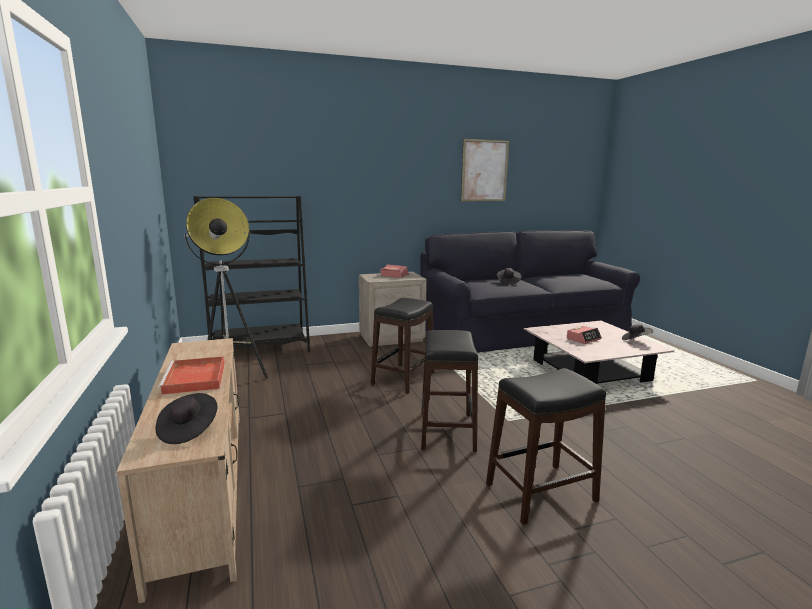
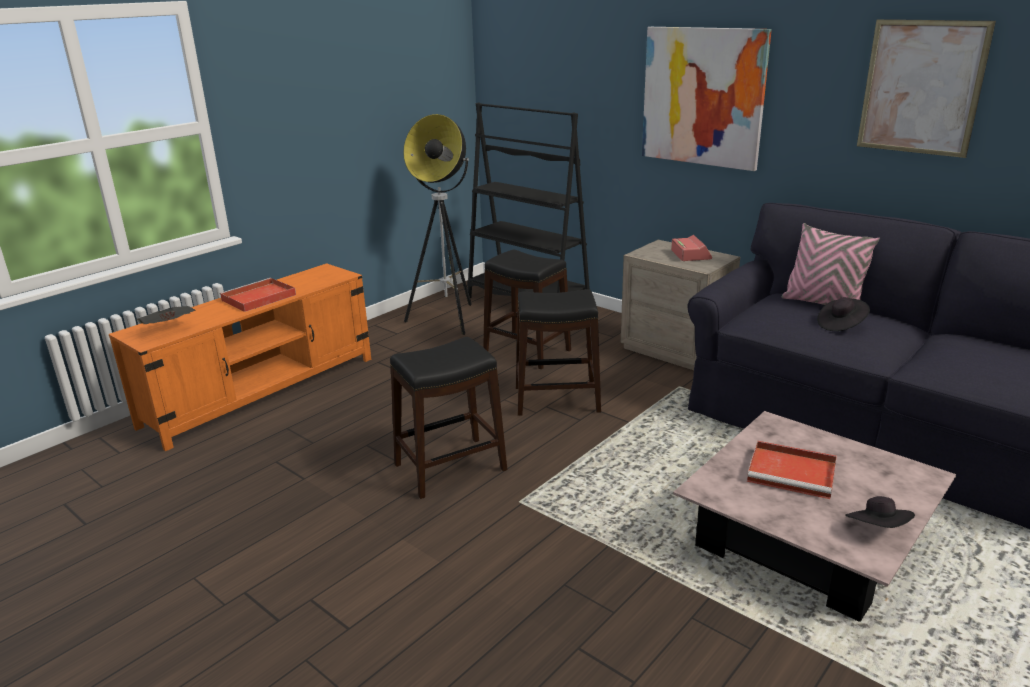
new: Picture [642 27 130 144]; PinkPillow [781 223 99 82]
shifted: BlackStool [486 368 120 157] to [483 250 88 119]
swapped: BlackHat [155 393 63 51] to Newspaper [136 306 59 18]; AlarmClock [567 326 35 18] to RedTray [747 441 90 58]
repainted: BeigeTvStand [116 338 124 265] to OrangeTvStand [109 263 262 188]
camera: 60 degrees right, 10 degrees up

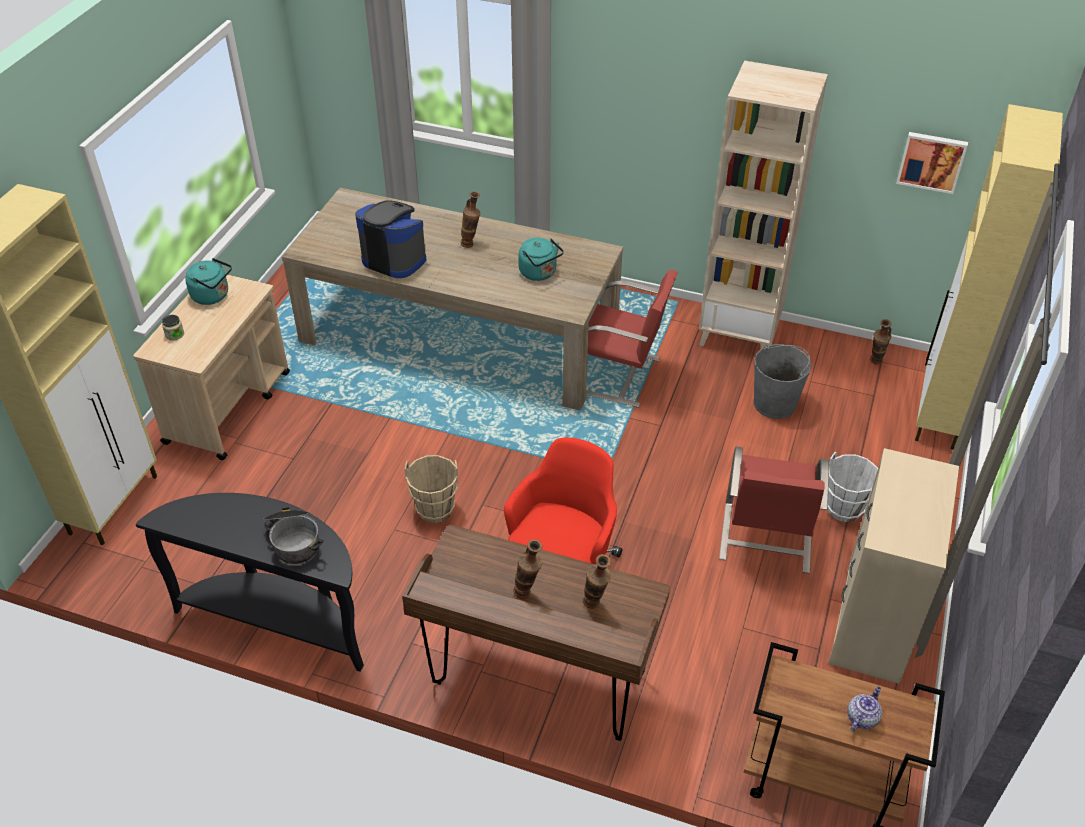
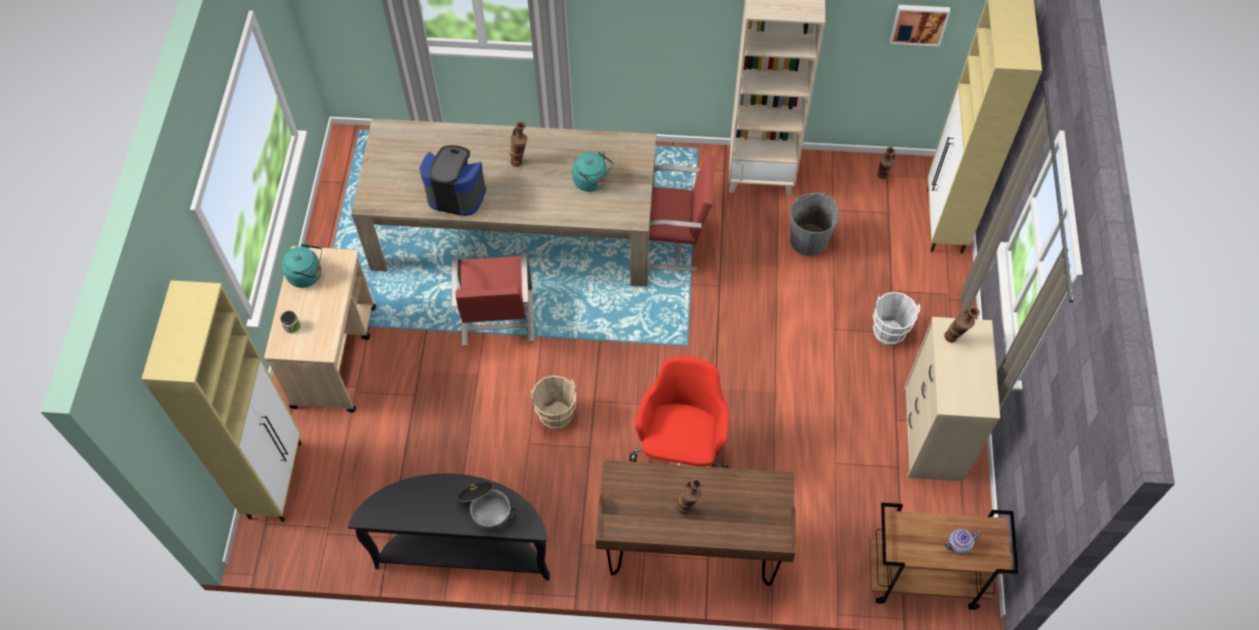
shifted: Vase [583 554 28 55] to [944 306 36 37]; RedChair [719 446 110 128] to [451 253 83 93]
rotated: Teapot [847 686 35 46] = [944 529 36 25] 135 degrees counterclockwise
camera: 15 degrees left, 15 degrees up

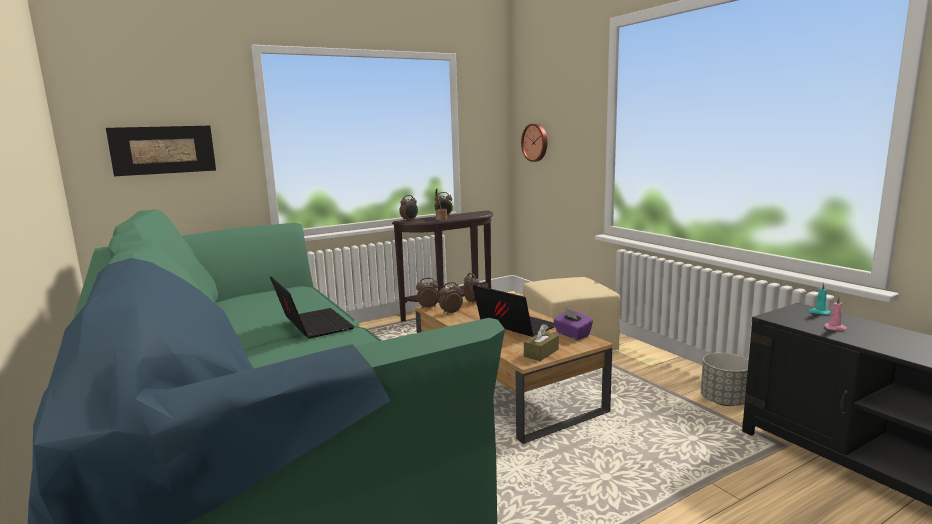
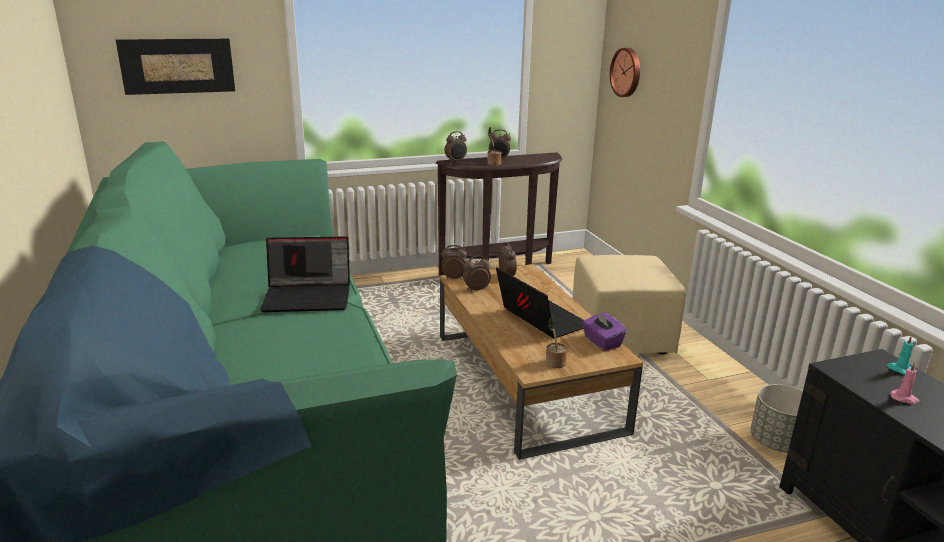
swapped: BrownTissueBox [524 324 35 37] to PottedPlant [546 317 21 51]
rotated: Laptop [270 277 85 61] = [260 236 90 76] 105 degrees clockwise
camera: 10 degrees right, 10 degrees up

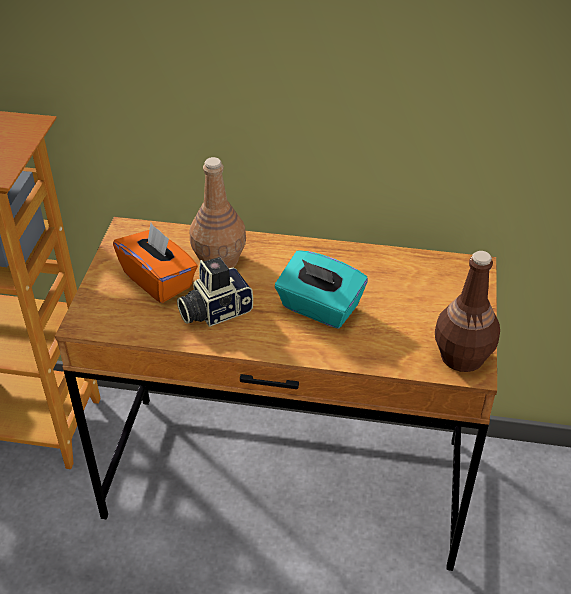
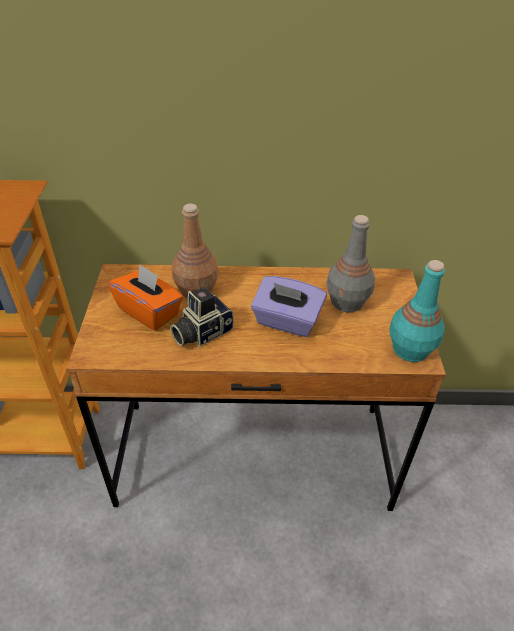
new: GreyBottle [326 215 49 97]
repainted: TurquoiseTissueBox [275 250 93 79] to PurpleTissueBox [251 276 76 61]; BrownBottle [435 251 65 121] to TurquoiseBottle [389 260 56 102]
camera: 10 degrees left, 0 degrees up

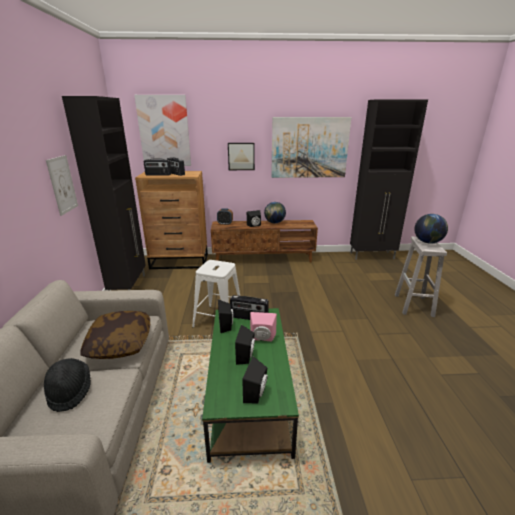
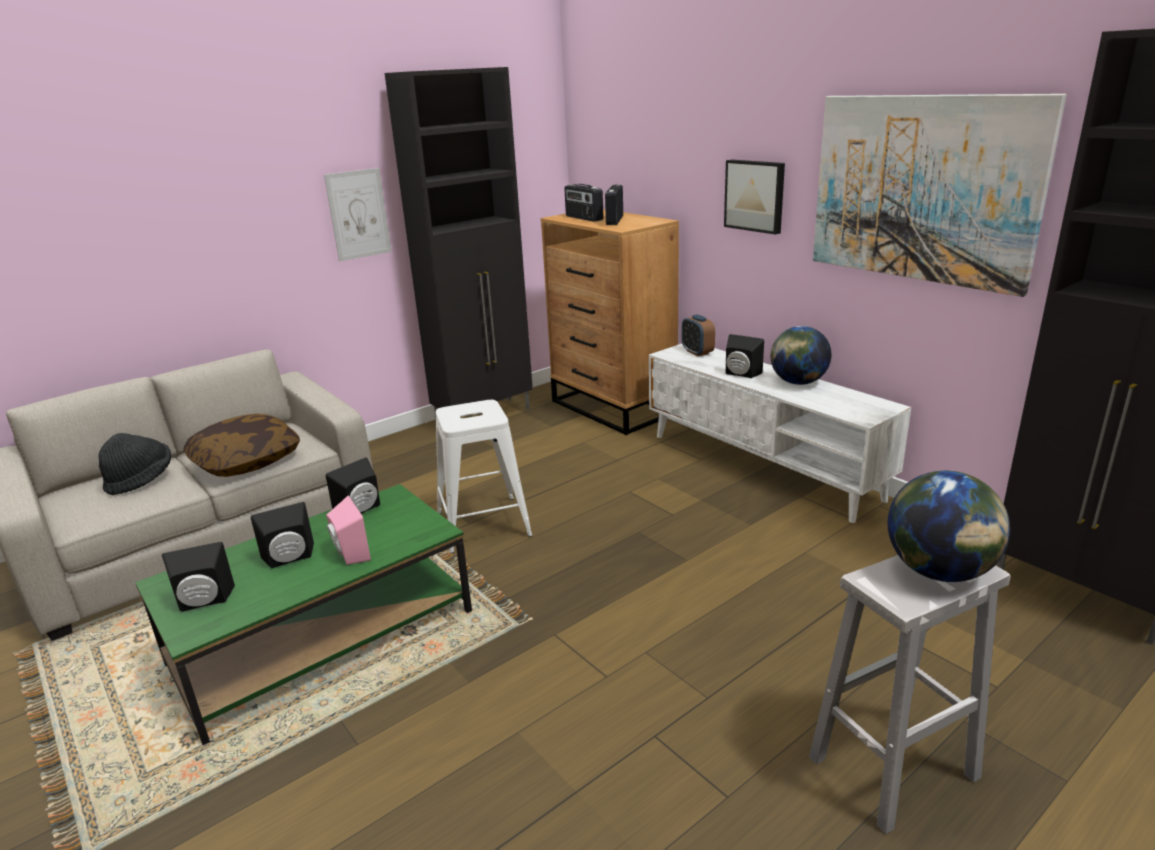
gone: Picture [134 95 57 71]; Radio [230 295 39 25]
repainted: BrownTvStand [211 220 107 43] to WhiteTvStand [649 344 262 179]
camera: 55 degrees right, 0 degrees up

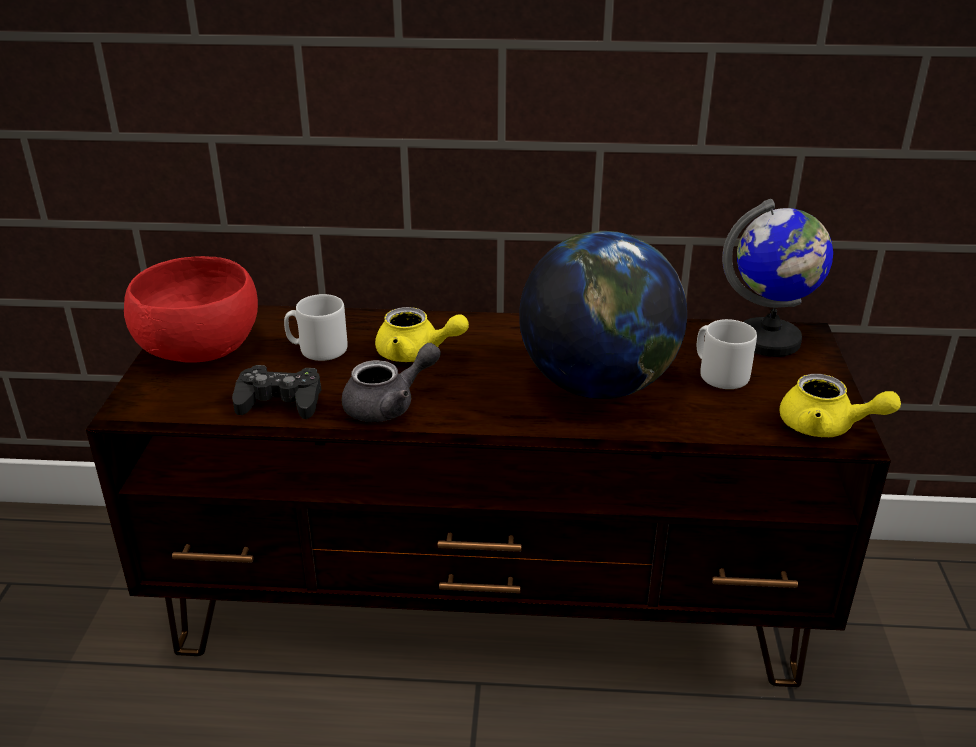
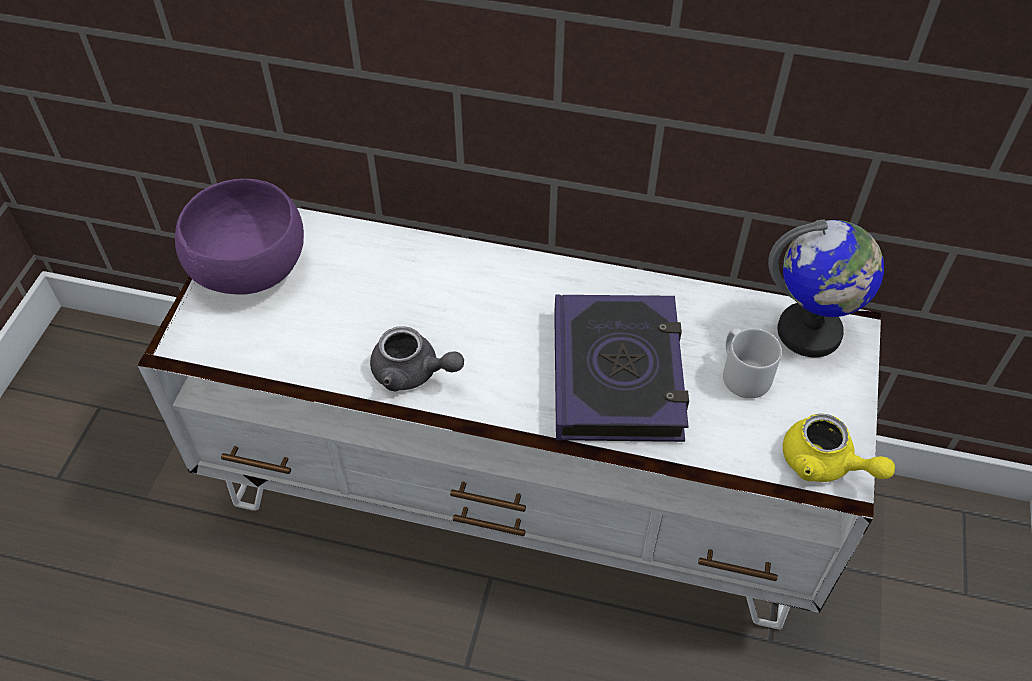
gone: BlackGameController [232 365 89 54]; GreyMug [284 294 64 67]; YellowTeapot [375 307 94 55]
swapped: Globe [519 231 168 168] to Book [554 295 135 147]
repainted: BrownTvStand [86 305 805 382] to WhiteTvStand [138 208 743 422]; RedBowl [124 256 134 106] to PurpleBowl [175 179 129 116]
rotated: GreyTeapot [341 343 100 79] = [370 326 94 65] 45 degrees clockwise
camera: 10 degrees right, 20 degrees up

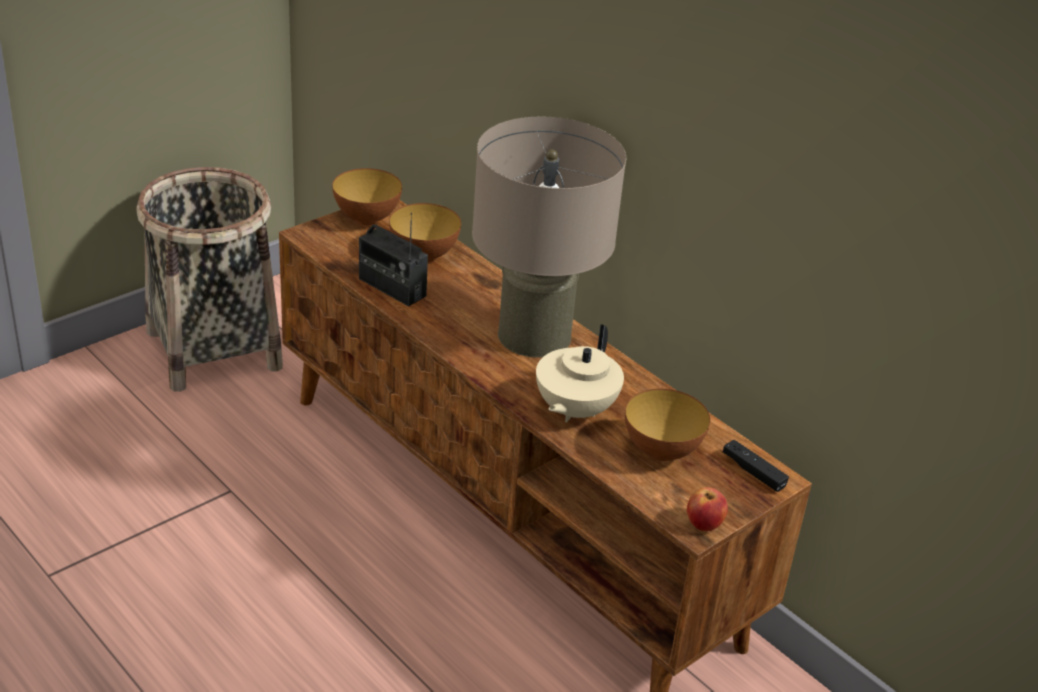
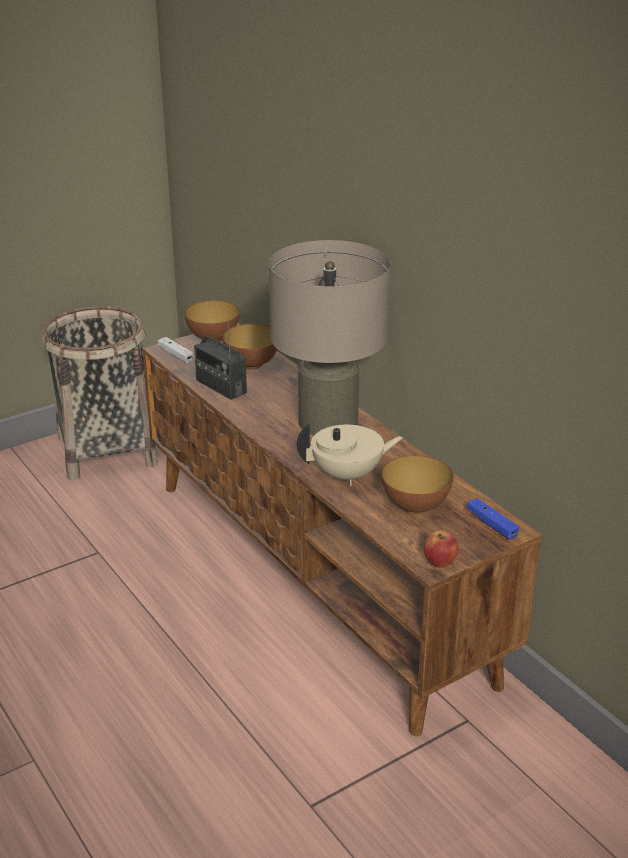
new: WhiteGameController [158 337 36 26]
repainted: BlackGameController [723 440 66 52] to BlueGameController [467 498 52 42]
rotated: BeigeTeapot [536 324 88 99] = [297 424 106 62] 135 degrees counterclockwise
camera: 10 degrees right, 5 degrees down

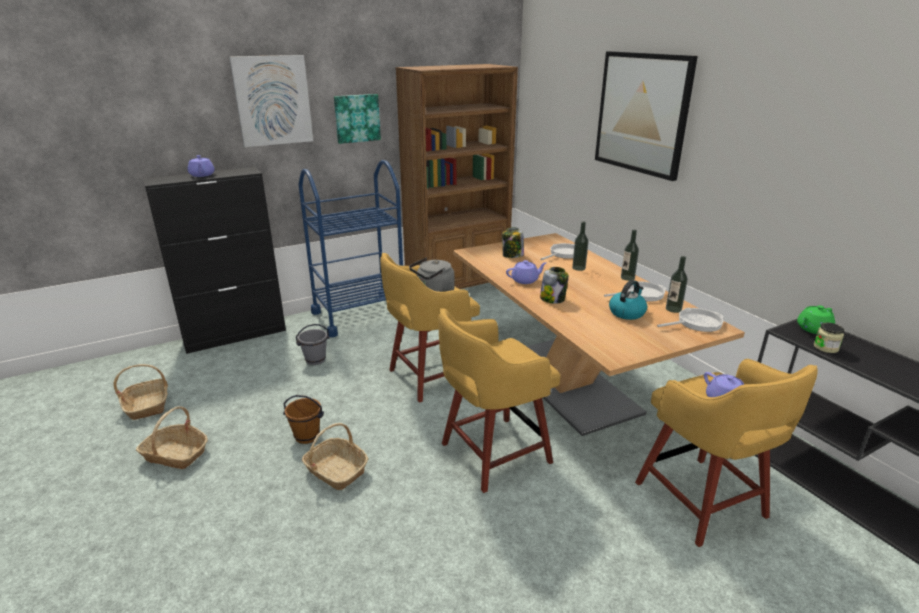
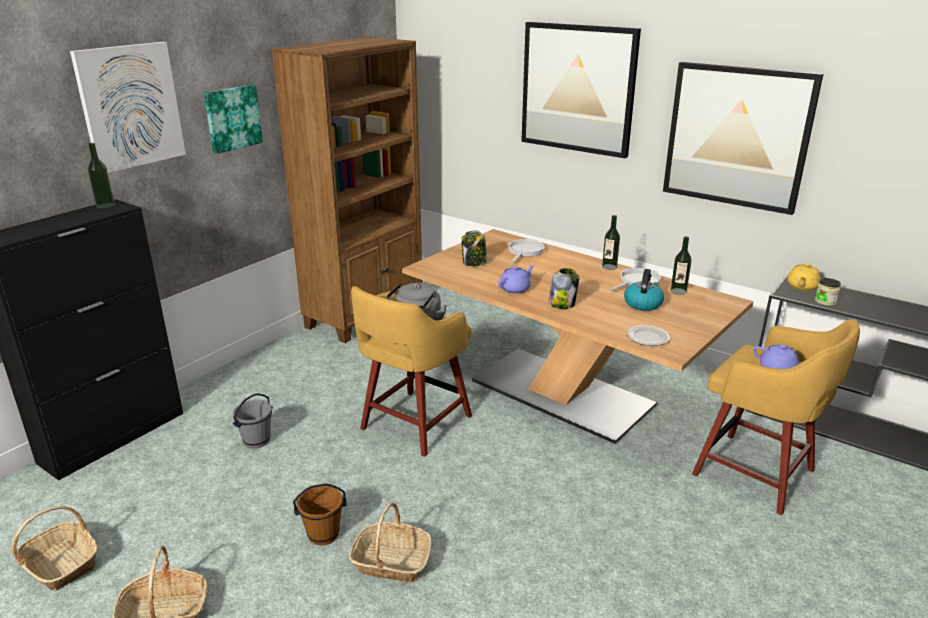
gone: PurpleTeapot [188 155 27 22]; BlueCart [298 160 105 177]; YellowStool [438 308 122 185]; FryingPan [657 308 67 24]
new: Plate [627 325 43 21]; Picture [663 62 160 153]
shifted: Bottle [572 221 16 50] to [88 143 27 66]
repainted: GreenTeapot [797 305 38 29] to YellowTeapot [787 263 34 28]
camera: 25 degrees left, 0 degrees up

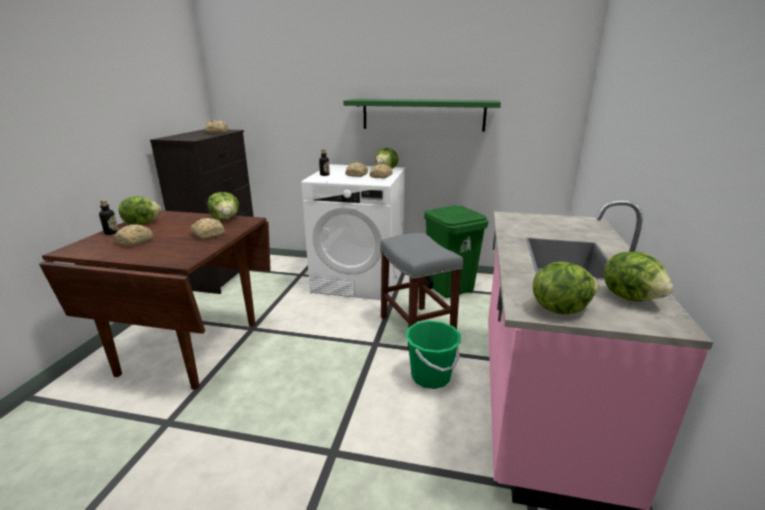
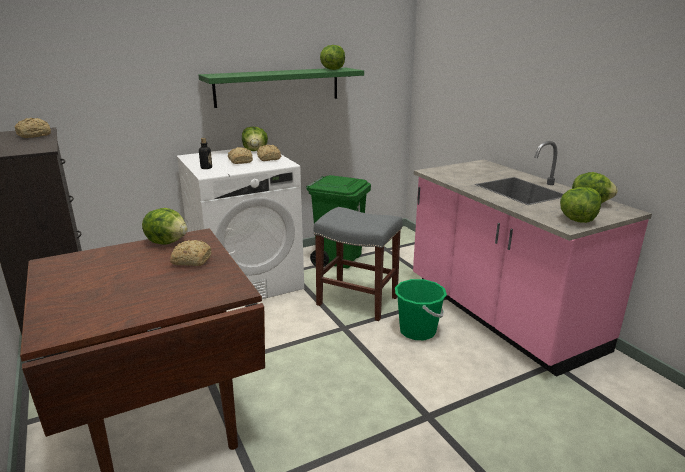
gone: Bottle [99 200 20 35]; Bread [114 224 40 22]
shifted: Lettuce [119 196 42 29] to [320 45 25 25]
camera: 40 degrees left, 0 degrees up

